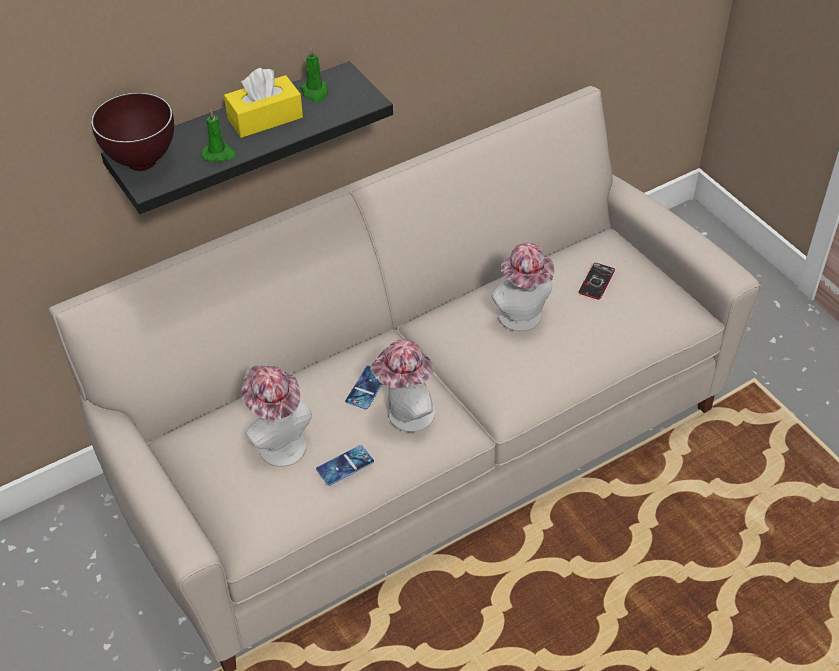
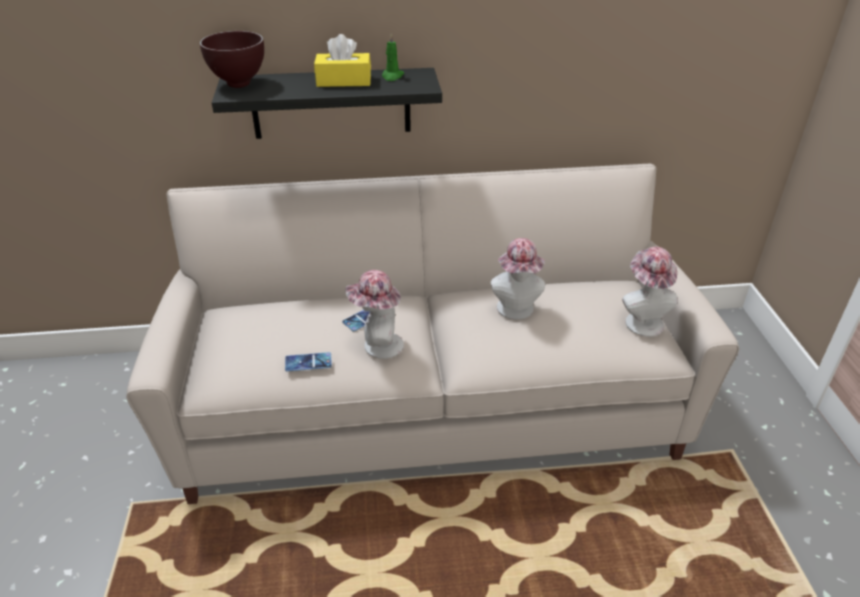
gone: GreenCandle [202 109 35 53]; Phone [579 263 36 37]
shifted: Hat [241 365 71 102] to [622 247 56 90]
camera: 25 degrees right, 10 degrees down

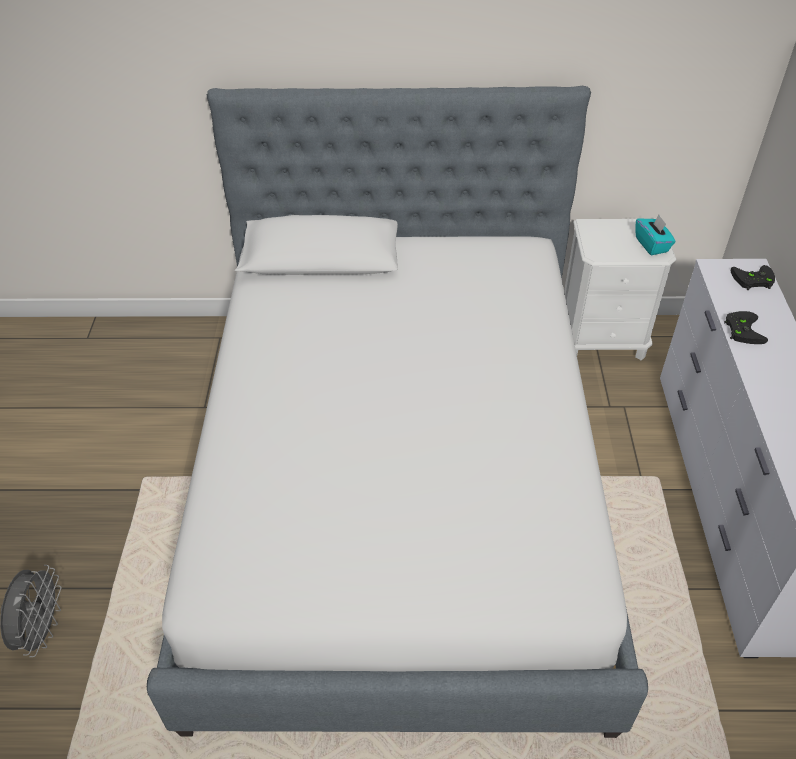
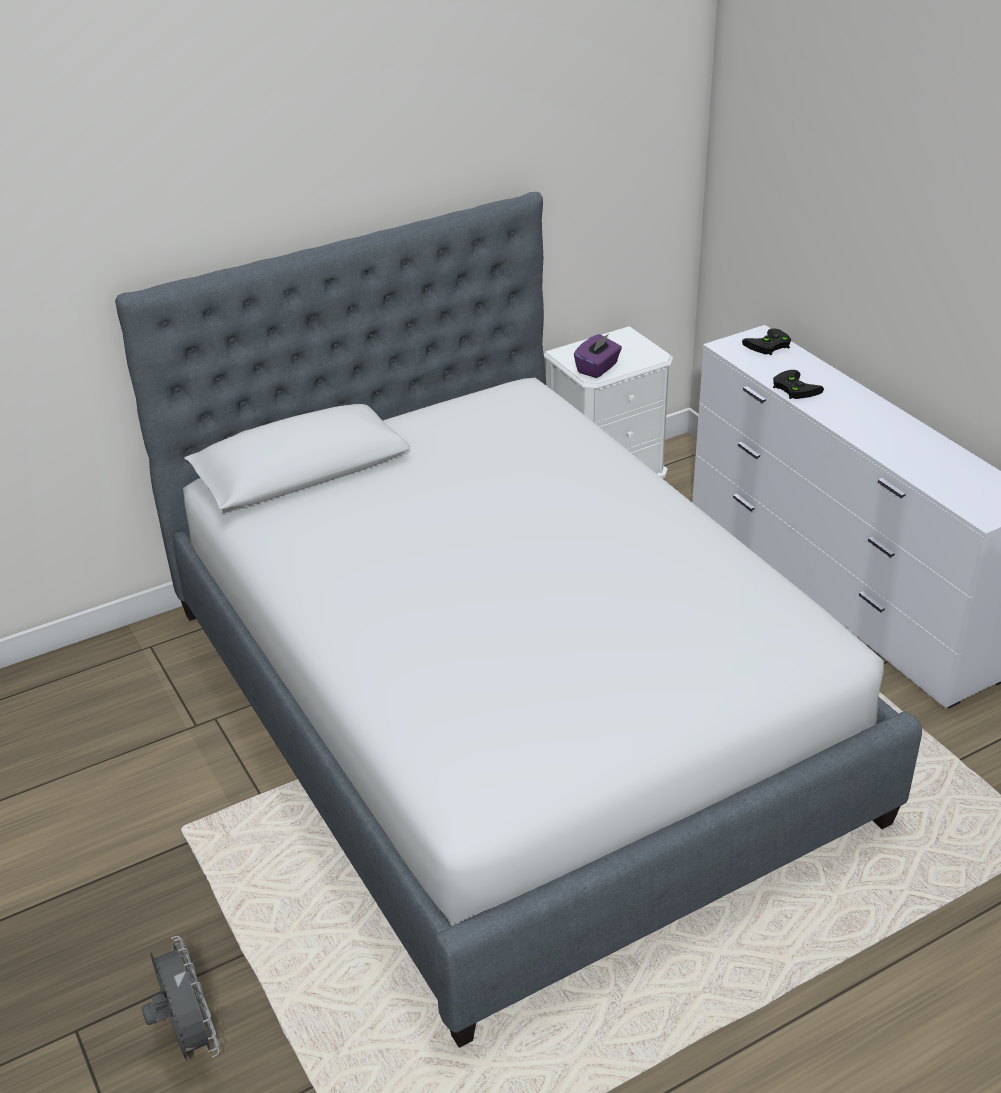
gone: TurquoiseTissueBox [635 215 41 40]
new: PurpleTissueBox [574 334 48 44]
camera: 30 degrees left, 10 degrees down

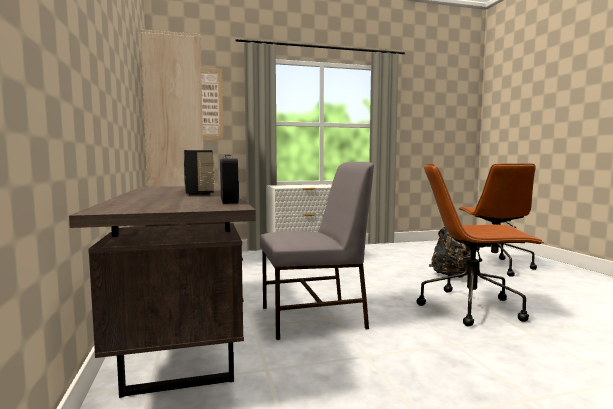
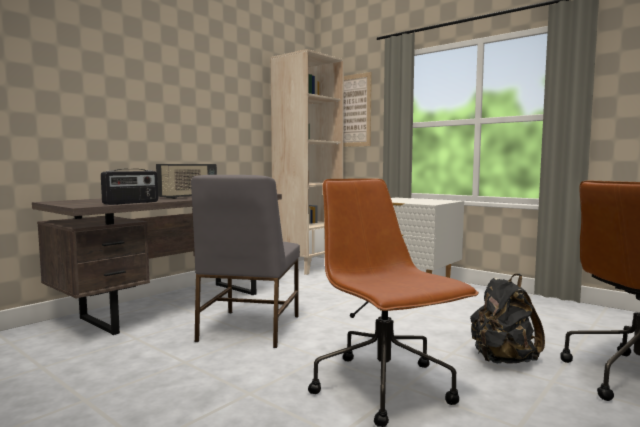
rotated: GreyChair [260 162 114 178] = [191 175 109 173] 60 degrees clockwise
camera: 55 degrees right, 0 degrees up

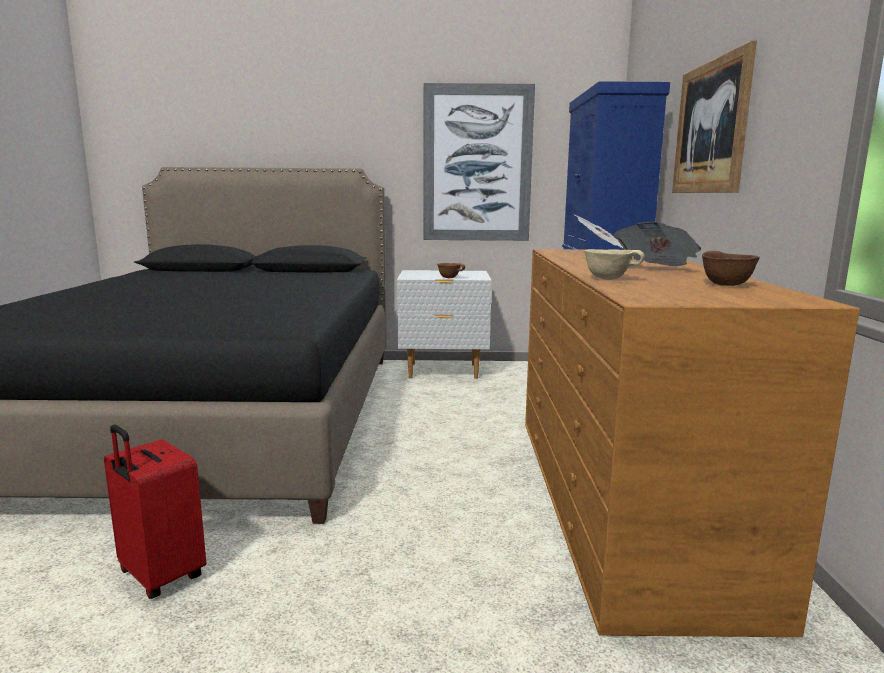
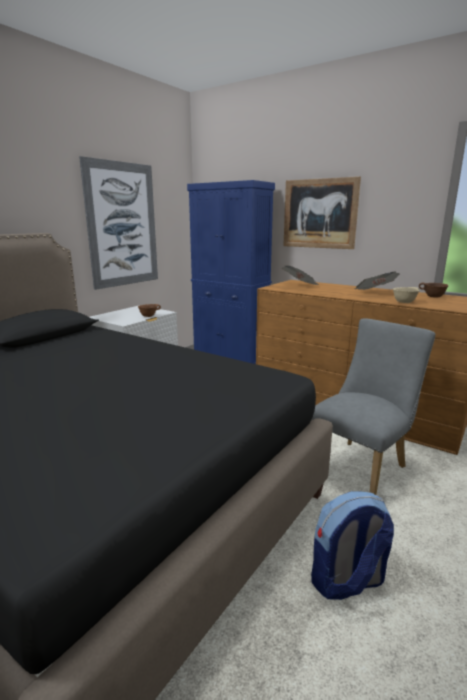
new: GreyChair [312 319 123 176]
swapped: RedSuitcase [104 425 102 174] to Backpack [311 491 83 109]
camera: 55 degrees left, 5 degrees up

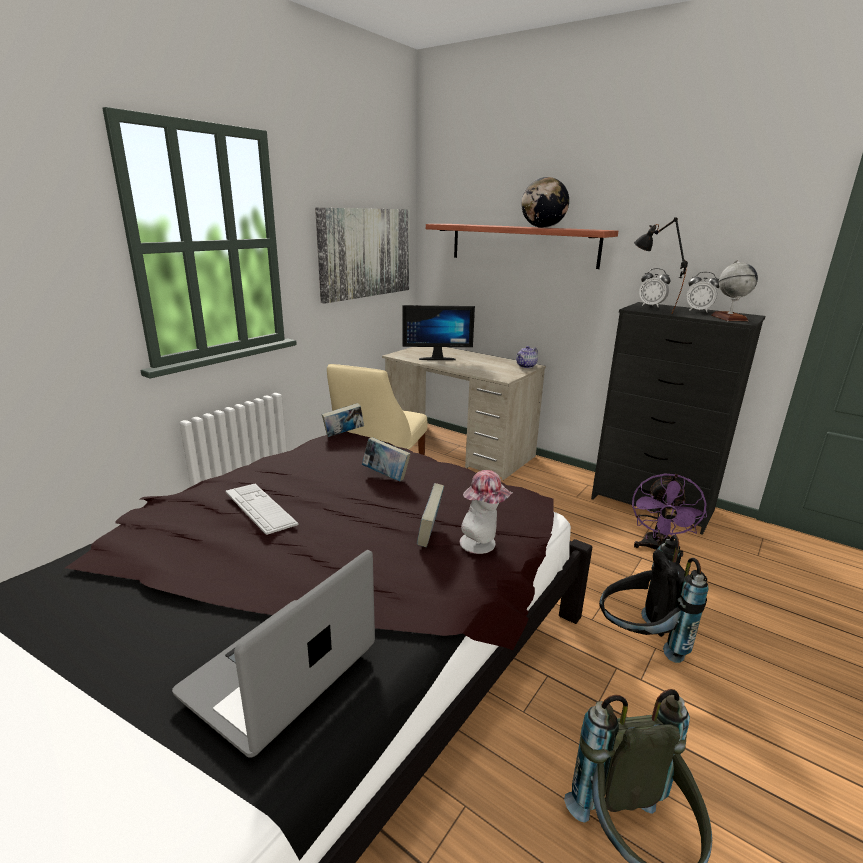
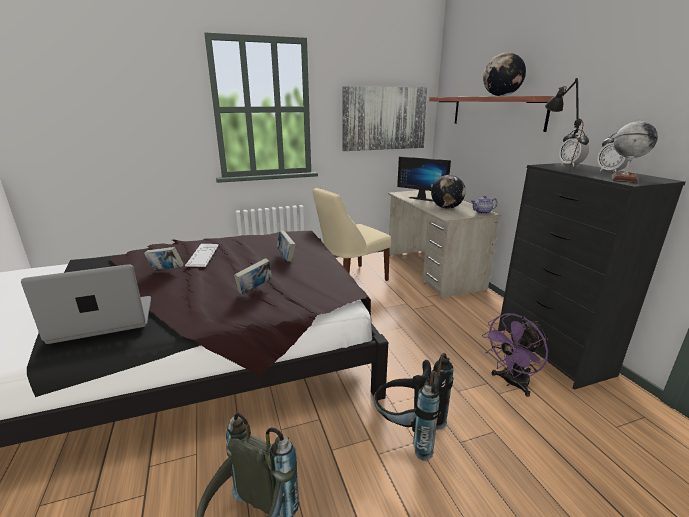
gone: Hat [460 470 52 84]
new: Globe [431 175 35 34]
shifted: Book [322 403 42 34] to [144 247 40 23]
camera: 35 degrees right, 0 degrees up

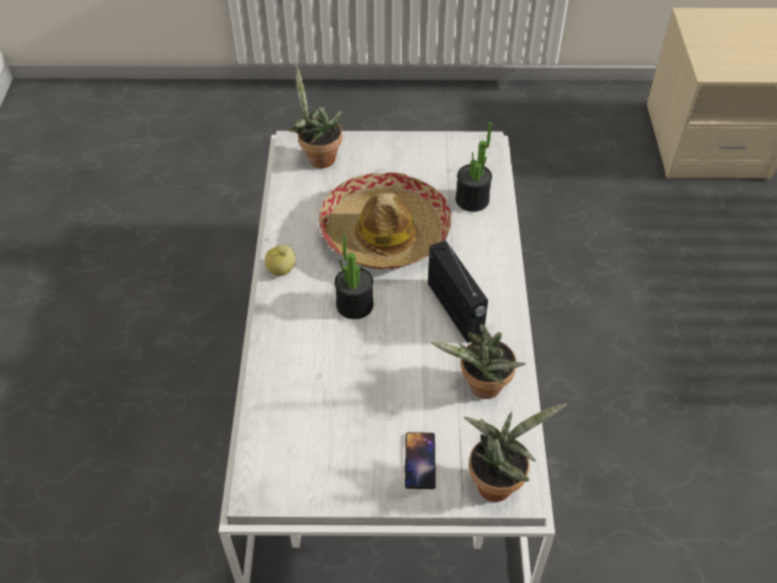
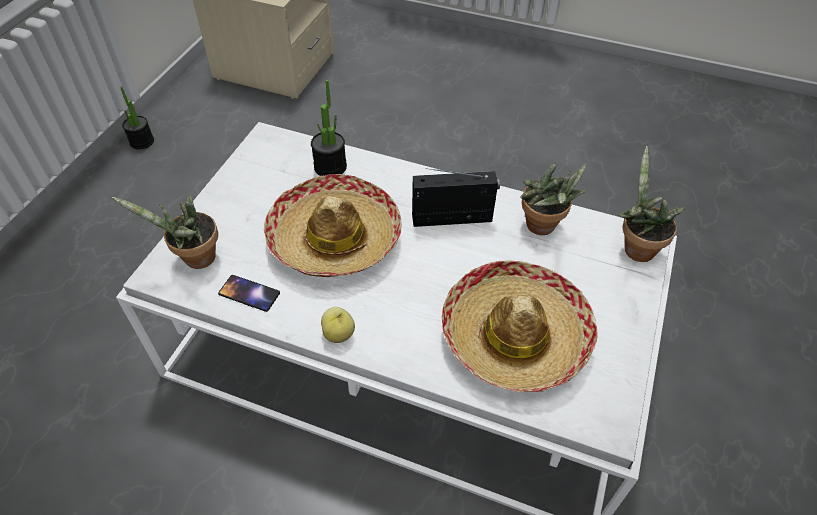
new: Hat [442 261 156 131]
shifted: PottedPlant [335 234 39 85] to [120 86 34 63]; Phone [405 432 31 57] to [218 275 62 37]
camera: 70 degrees left, 0 degrees up

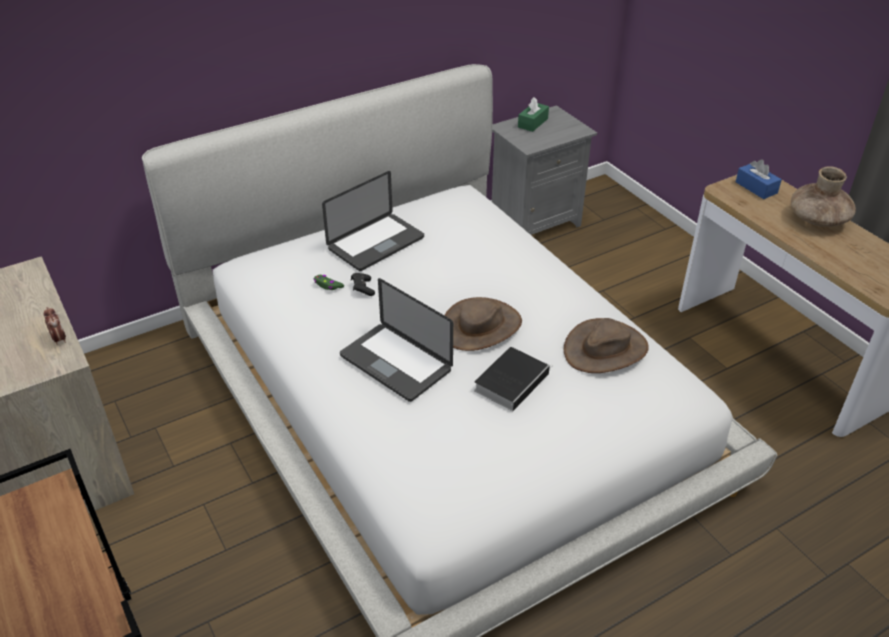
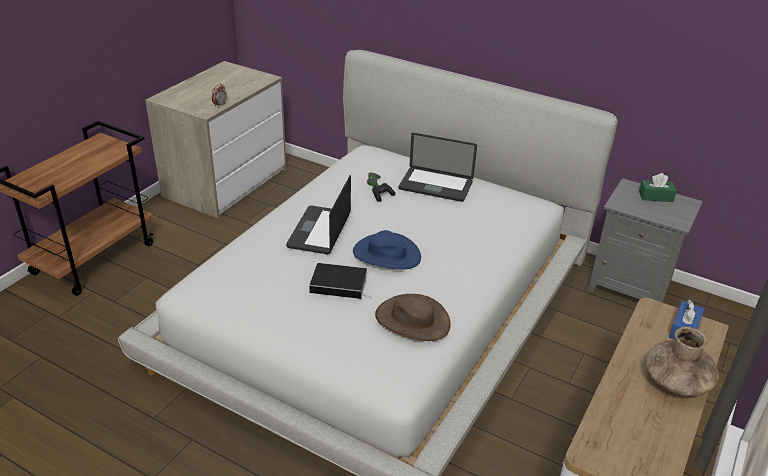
repainted: BrownHat [444 297 78 54] to BlueHat [353 230 68 40]
camera: 60 degrees right, 5 degrees down

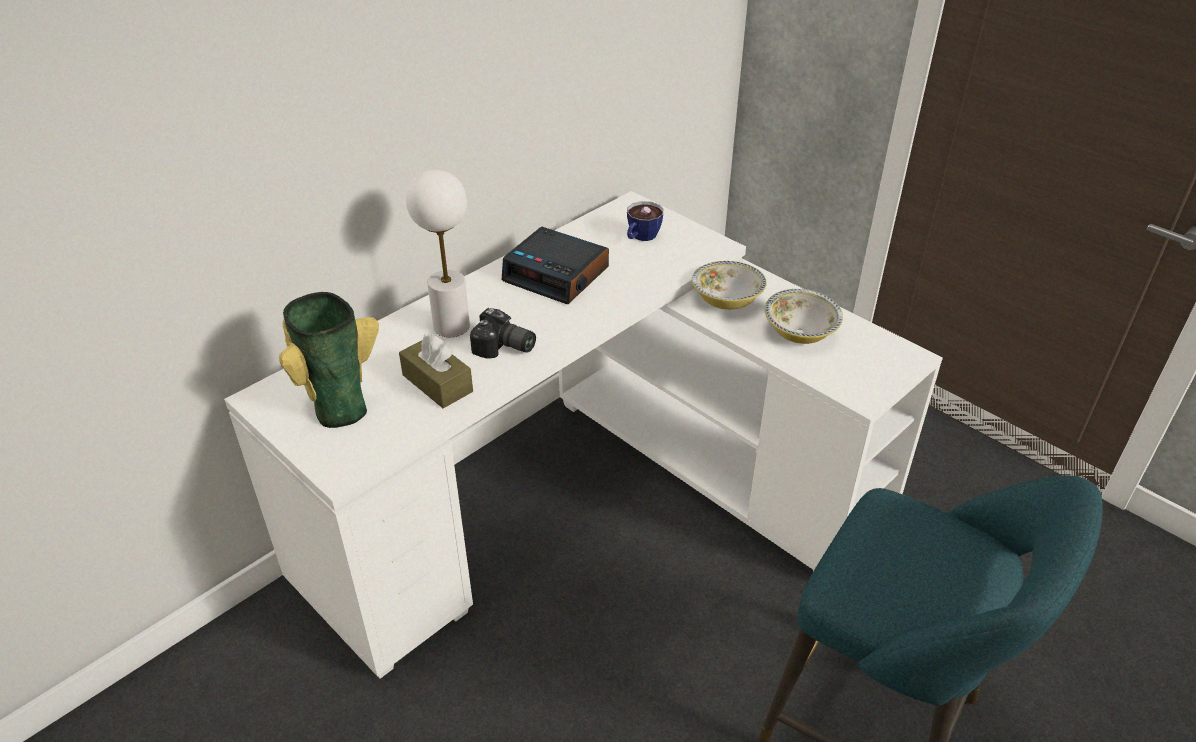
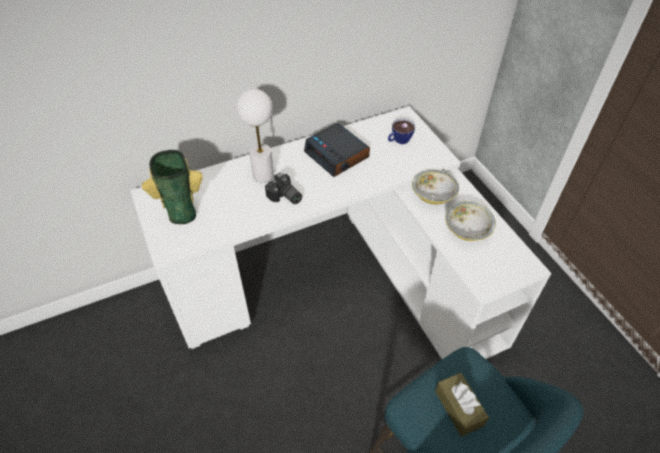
shifted: BrownTissueBox [399 334 74 74] to [435 373 54 64]
camera: 20 degrees right, 10 degrees up

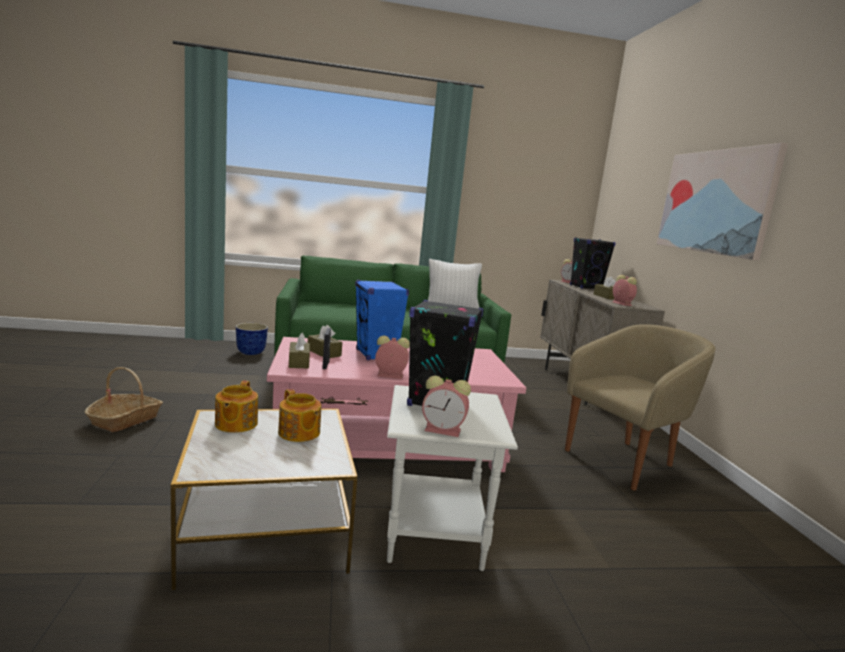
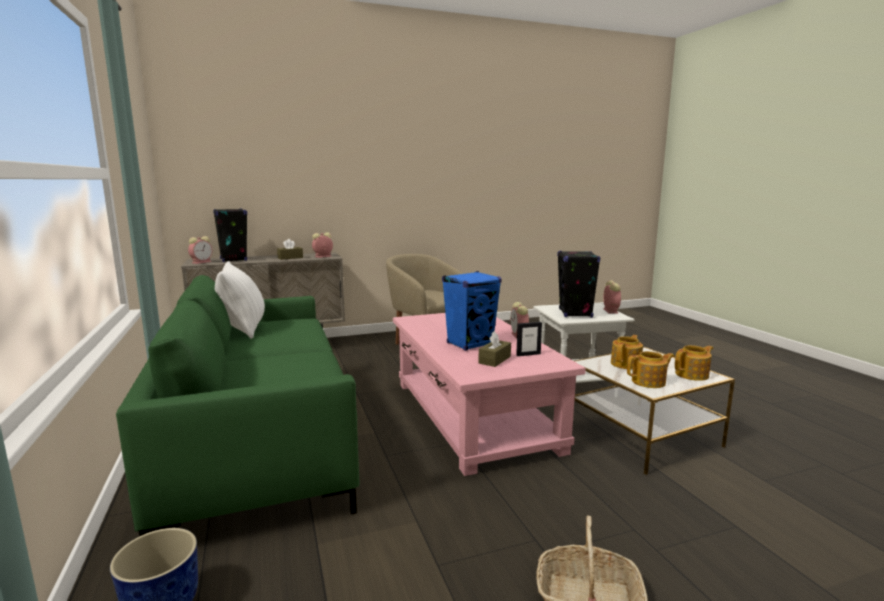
gone: BrownTissueBox [289 333 21 36]; Picture [657 143 131 118]
new: Teapot [675 345 38 36]
camera: 100 degrees left, 0 degrees up

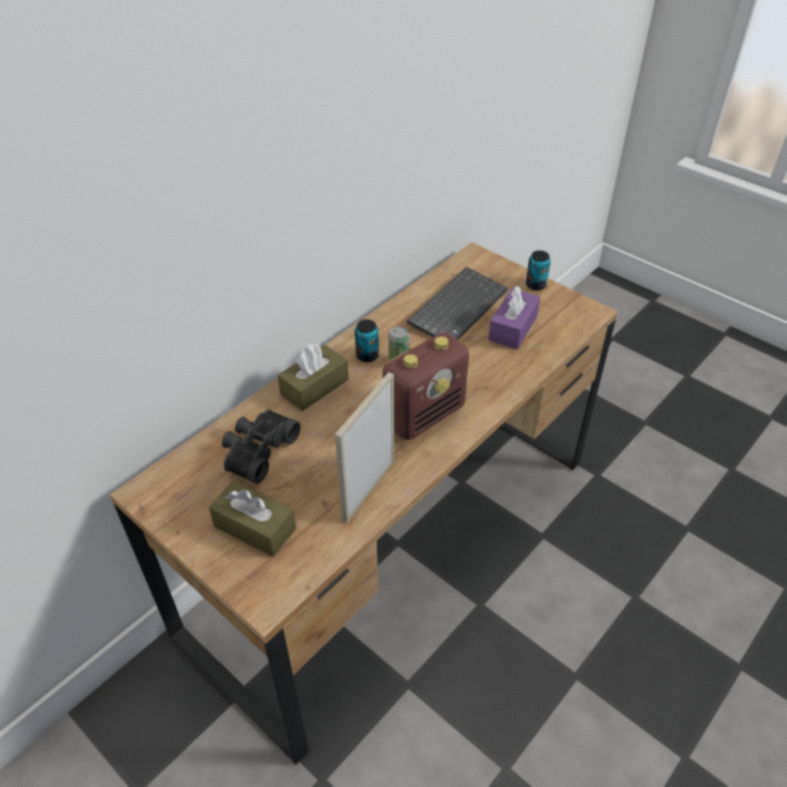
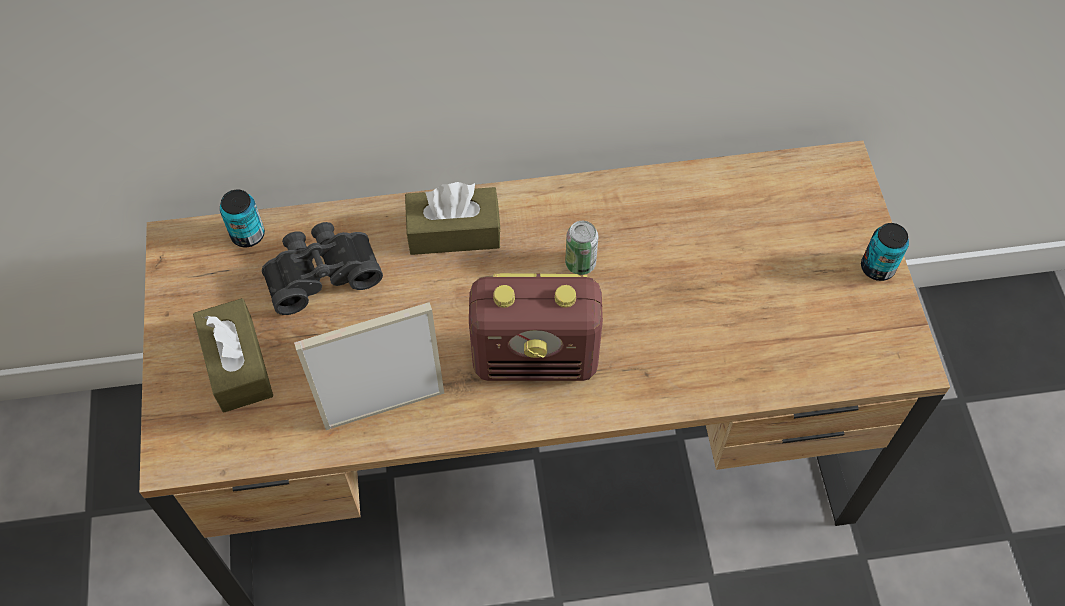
gone: Keyboard [407 267 101 73]; PurpleTissueBox [488 286 52 63]
shifted: Can [355 319 24 43] to [220 190 45 57]
camera: 40 degrees right, 15 degrees up

